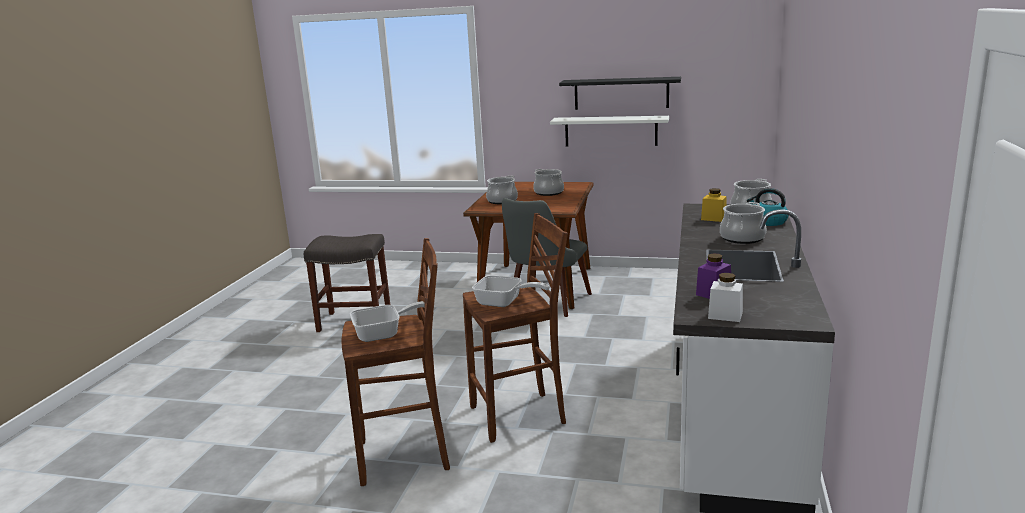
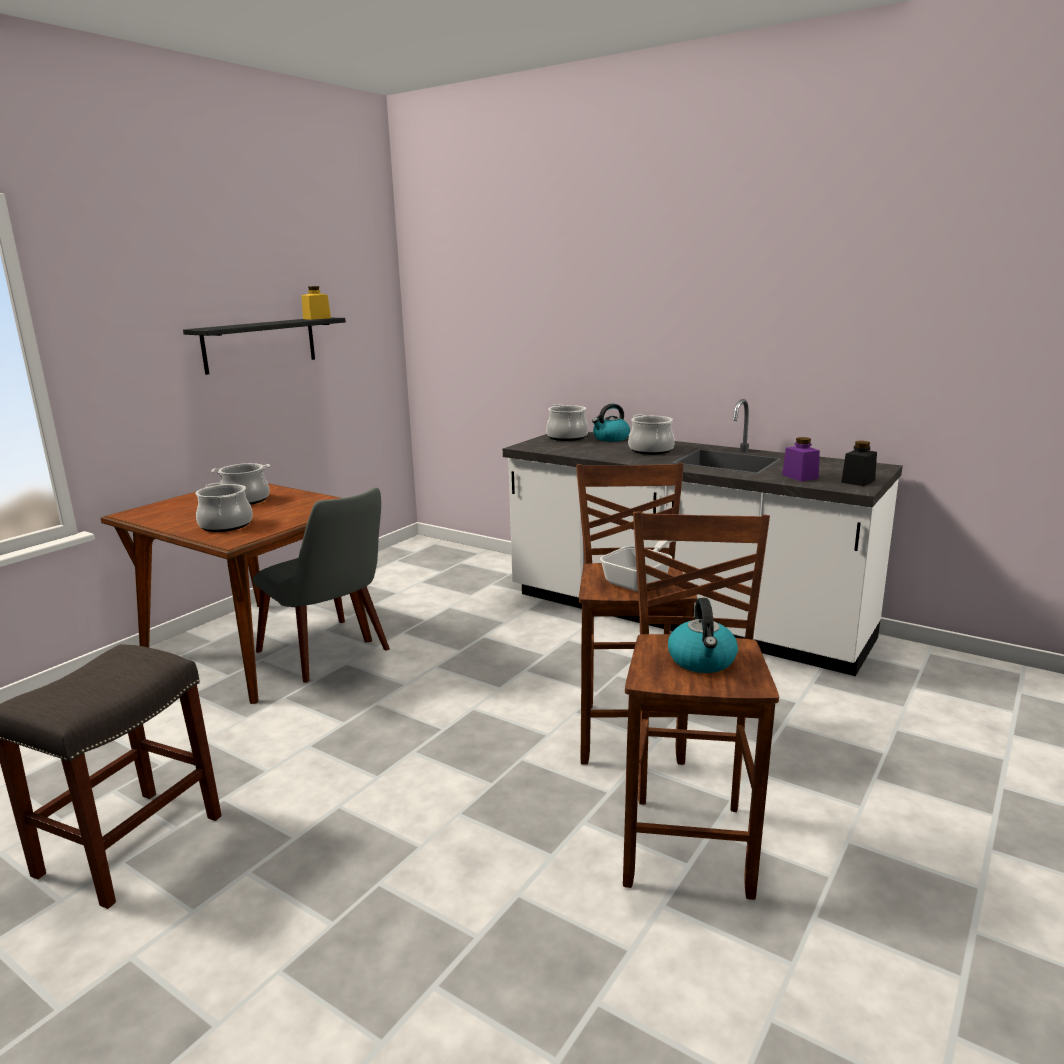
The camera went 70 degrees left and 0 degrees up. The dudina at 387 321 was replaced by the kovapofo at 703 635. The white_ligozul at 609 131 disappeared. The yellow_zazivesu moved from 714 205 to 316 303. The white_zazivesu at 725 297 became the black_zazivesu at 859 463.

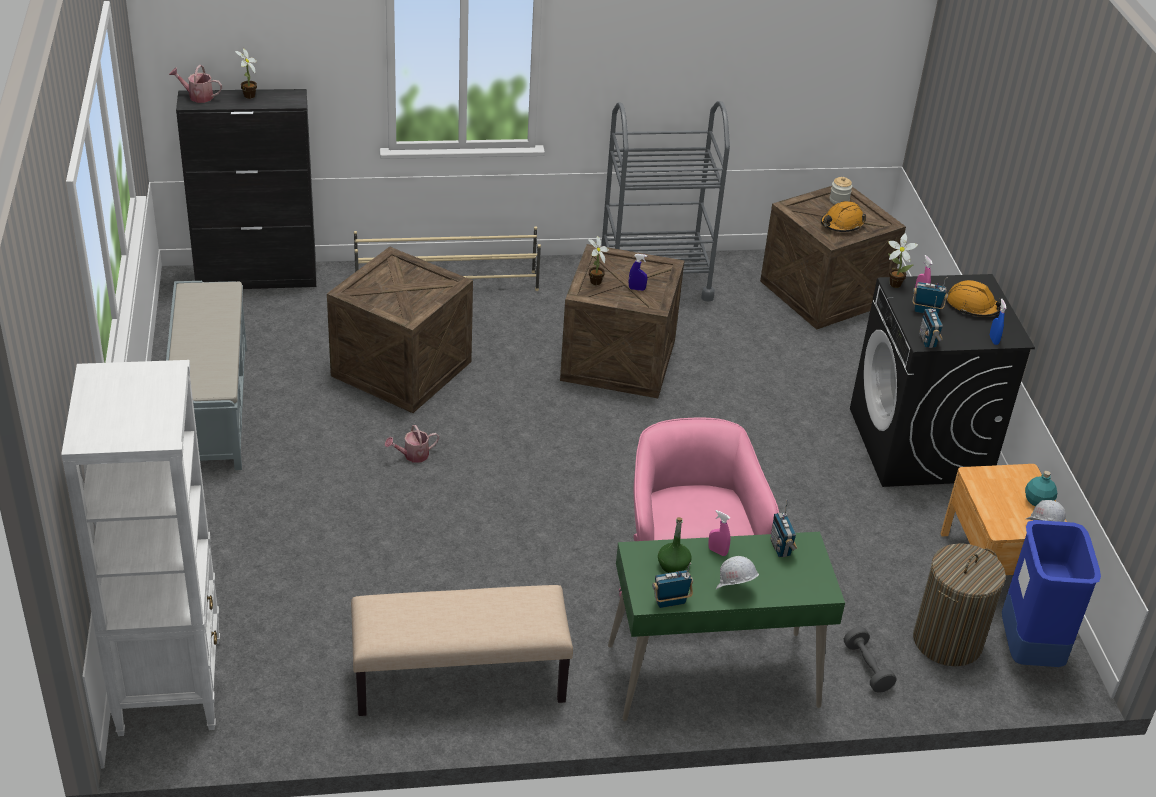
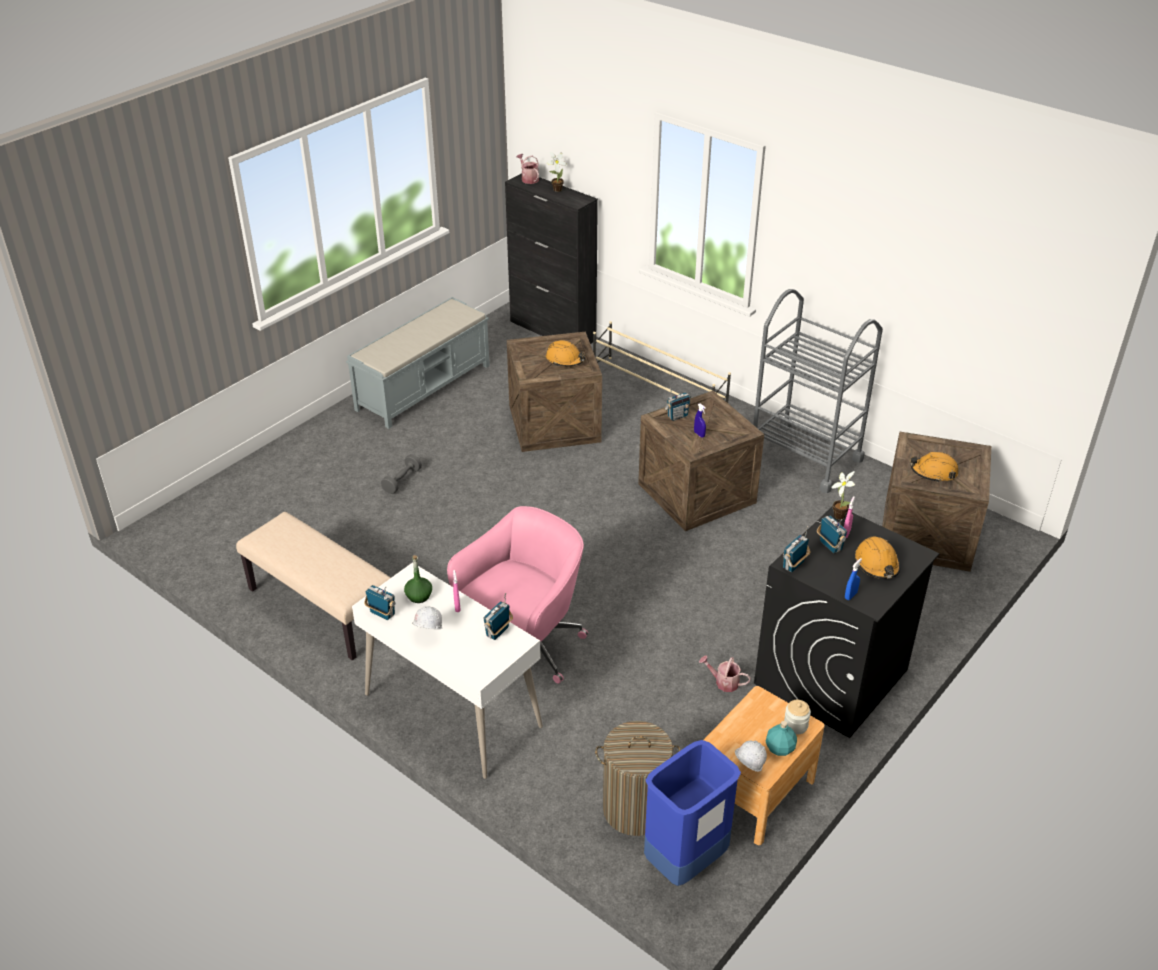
The camera went 50 degrees right and 0 degrees up. The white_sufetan at 140 548 disappeared. The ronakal moved from 412 444 to 725 674. The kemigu at 598 260 was replaced by the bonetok at 678 404. The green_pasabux at 726 626 became the white_pasabux at 447 670. The zazivesu moved from 841 190 to 797 717. The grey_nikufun moved from 870 660 to 401 474. The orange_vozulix at 566 353 appeared.

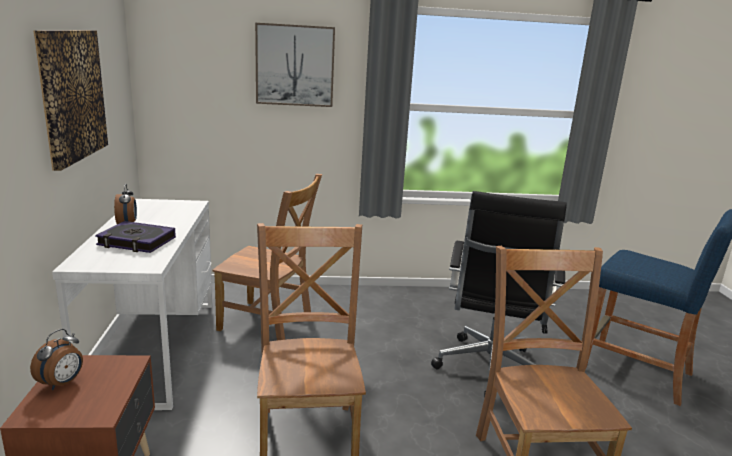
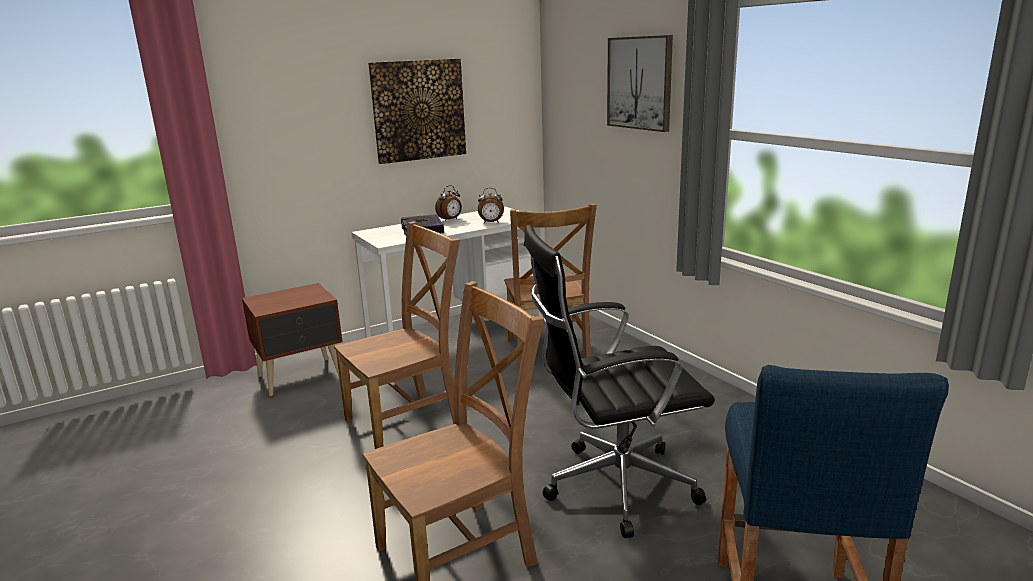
The camera went 65 degrees right and 0 degrees up. The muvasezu moved from 56 359 to 491 205.

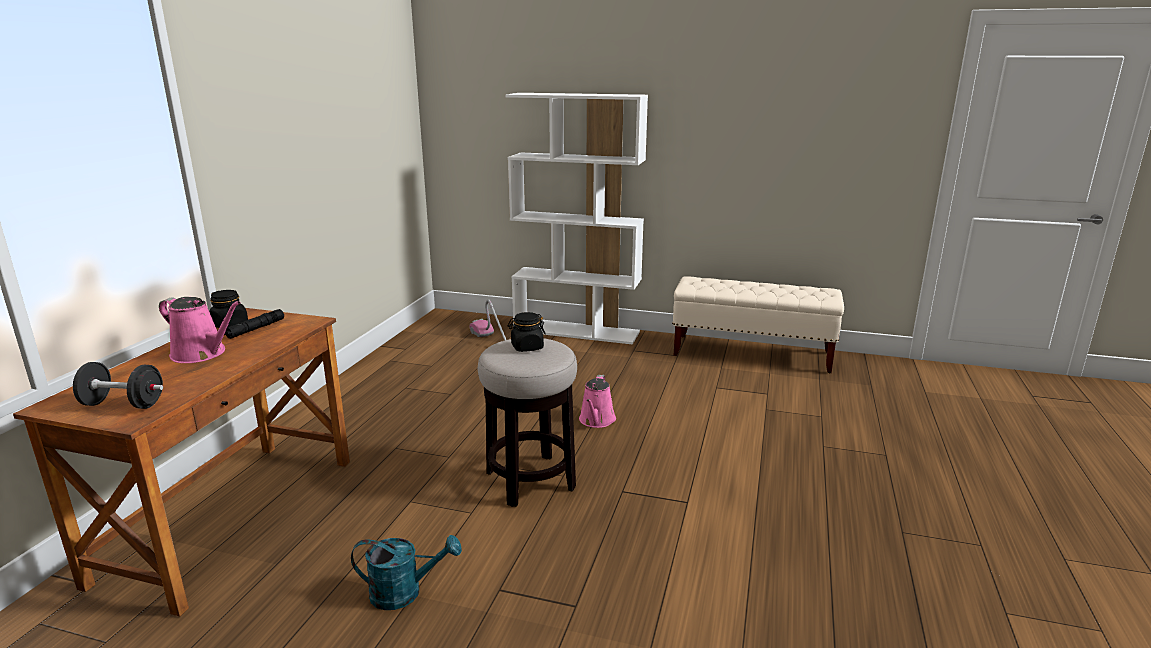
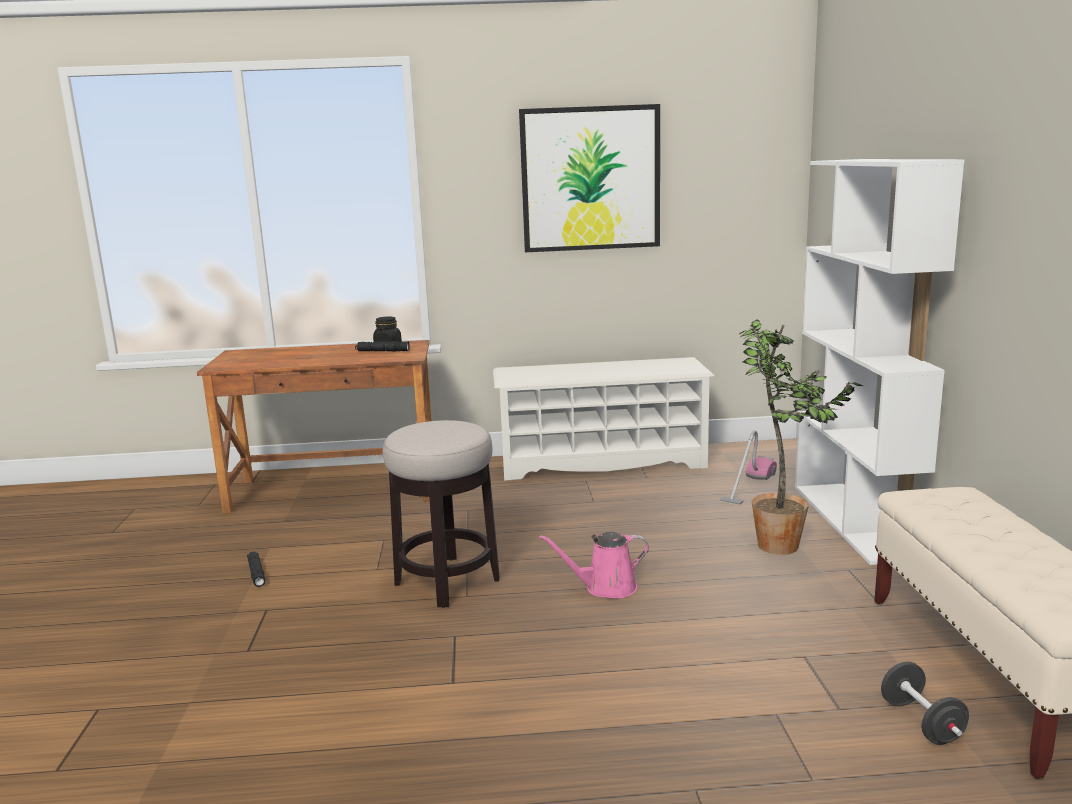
The camera went 70 degrees right and 5 degrees down. The black_nikufun moved from 118 385 to 925 703. The pink_ronakal at 200 330 disappeared. The turquoise_ronakal at 406 572 was replaced by the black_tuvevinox at 256 569. The black_zazivesu at 526 332 disappeared. The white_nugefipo at 603 419 appeared. The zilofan at 589 178 appeared. The kemigu at 801 437 appeared.

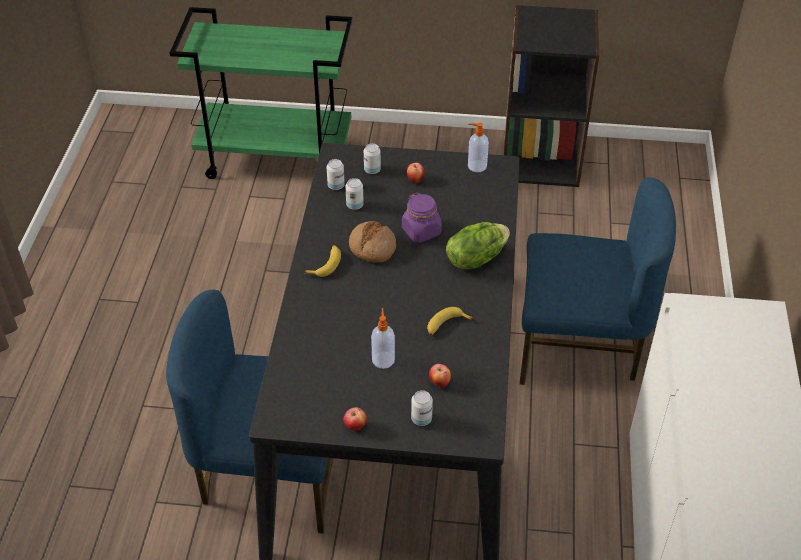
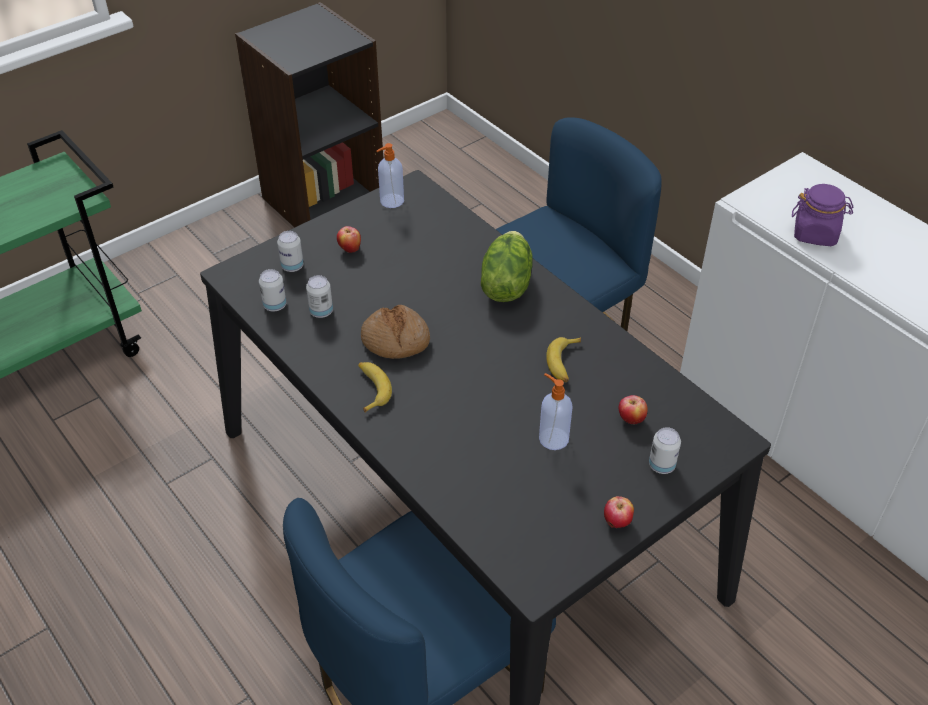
The camera went 45 degrees left and 0 degrees up. The purple_zazivesu moved from 422 217 to 822 215.

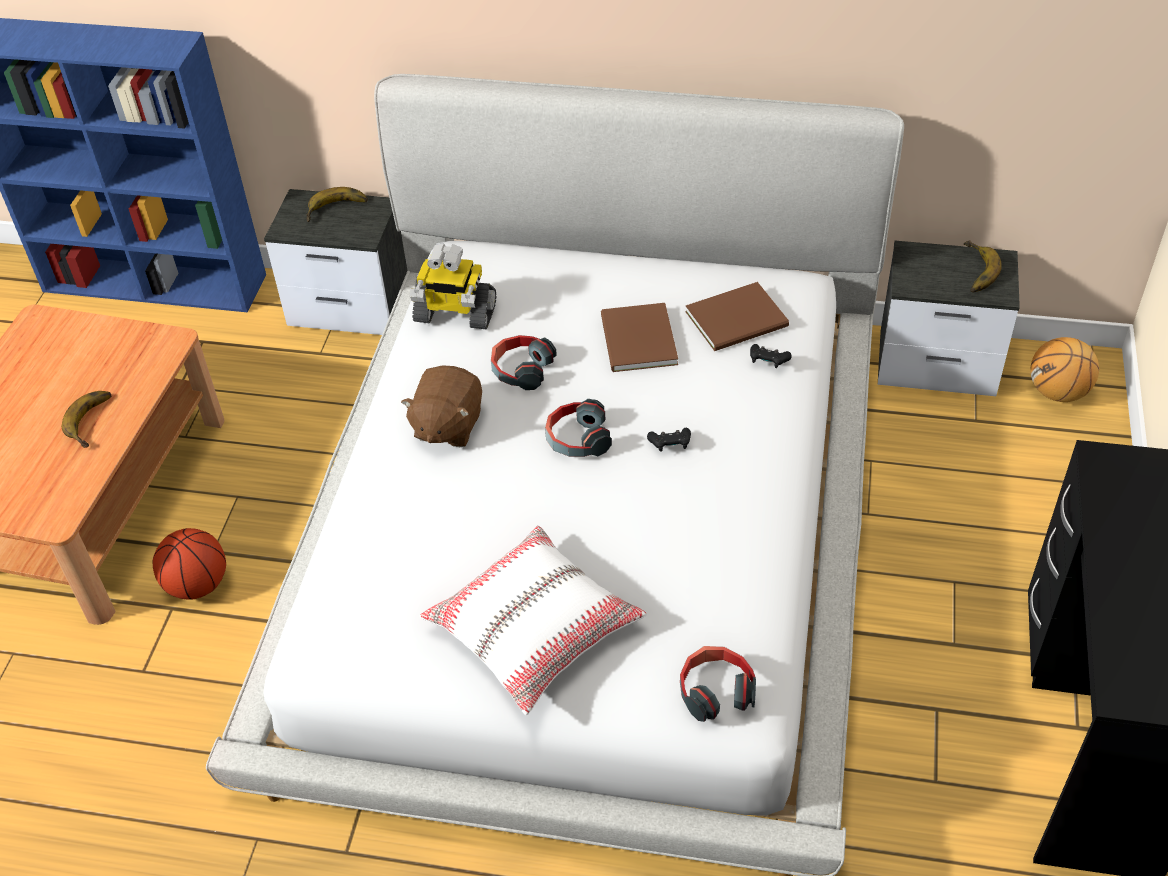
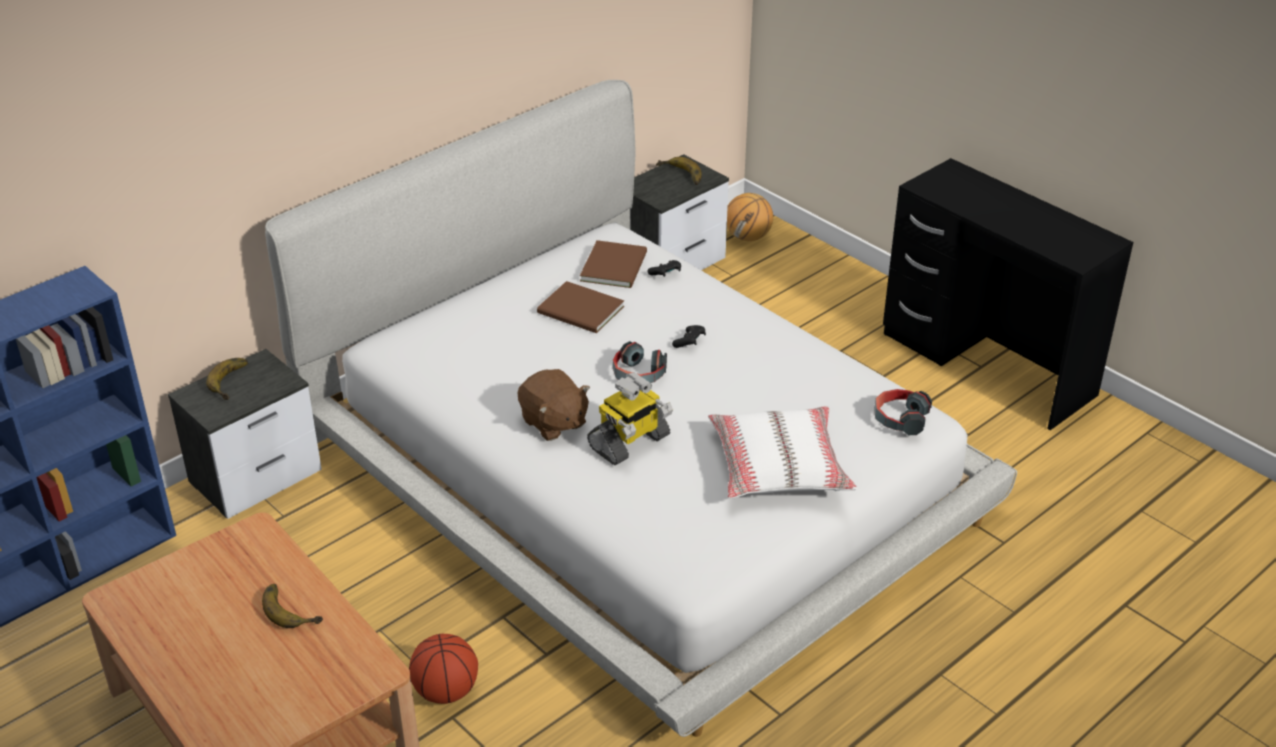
The camera went 55 degrees left and 10 degrees down. The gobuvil moved from 453 286 to 630 419. The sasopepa at 524 362 disappeared.

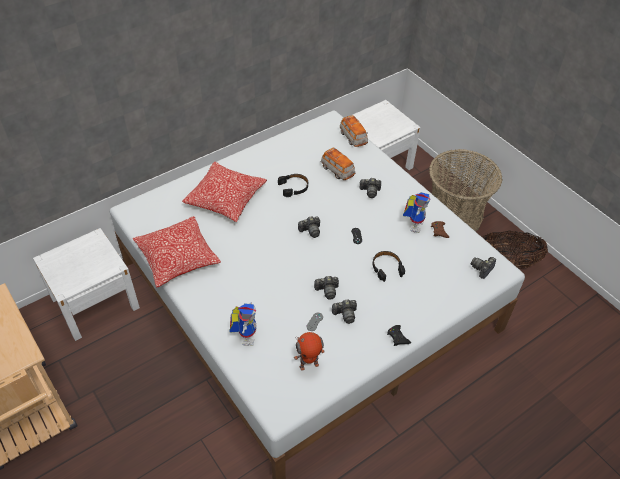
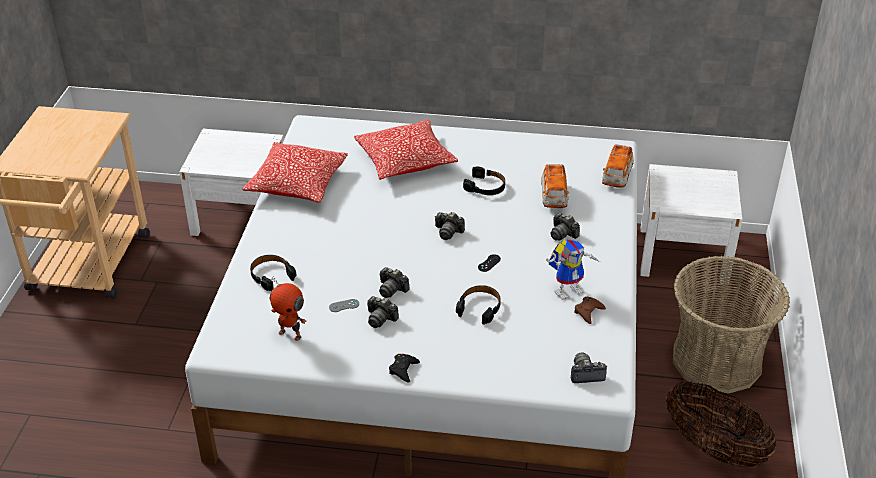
The camera went 45 degrees right and 10 degrees down. The gobuvil at 243 324 was replaced by the black_sasopepa at 273 273.

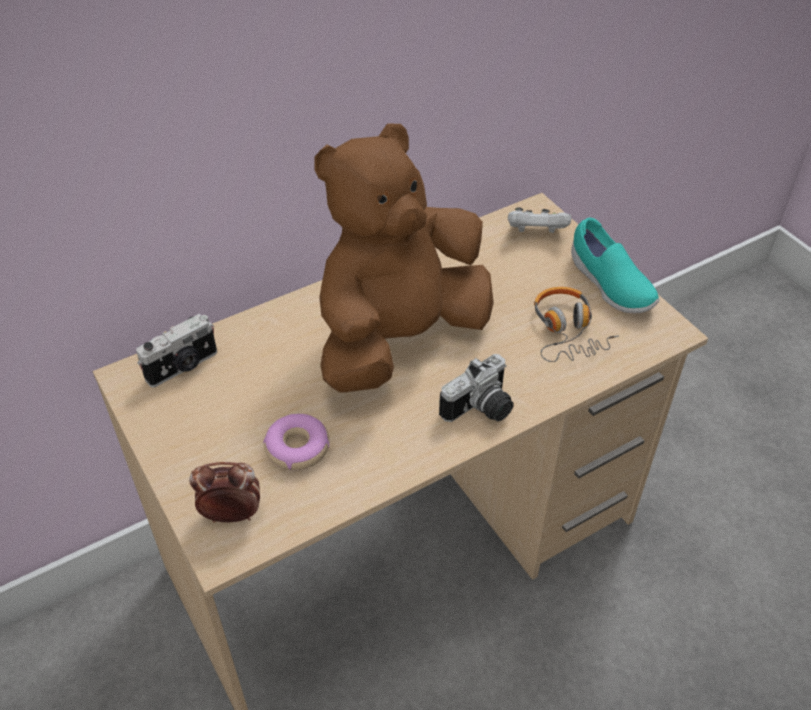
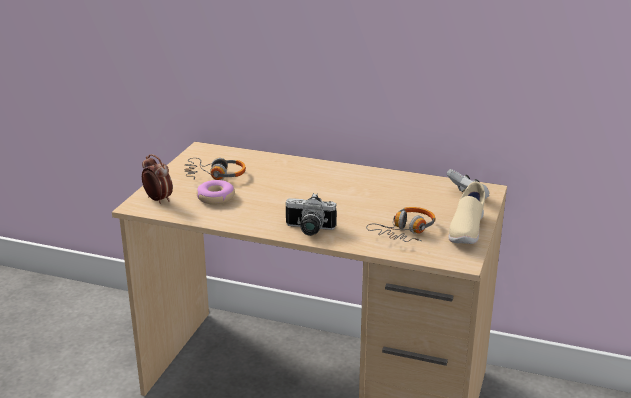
The camera went 50 degrees right and 20 degrees down. The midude at 176 351 disappeared. The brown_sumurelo at 404 258 disappeared. The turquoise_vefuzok at 615 265 became the beige_vefuzok at 466 213. The sasopepa at 215 169 appeared.

